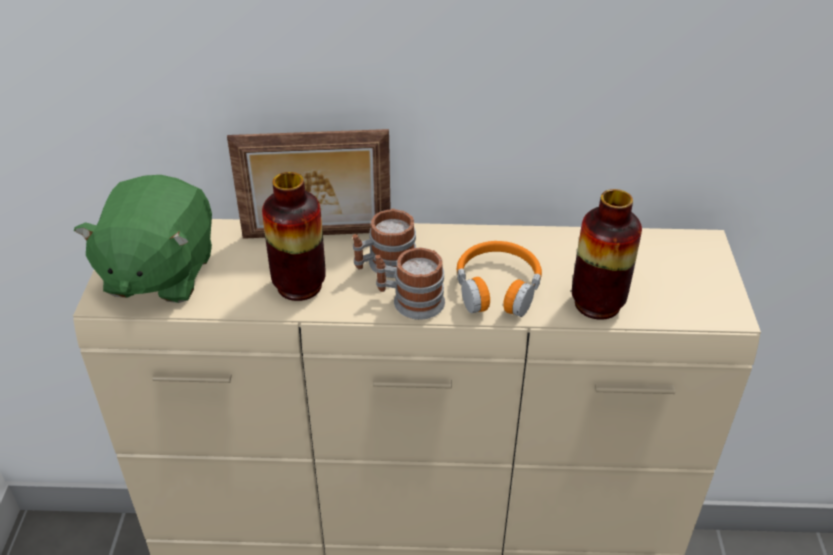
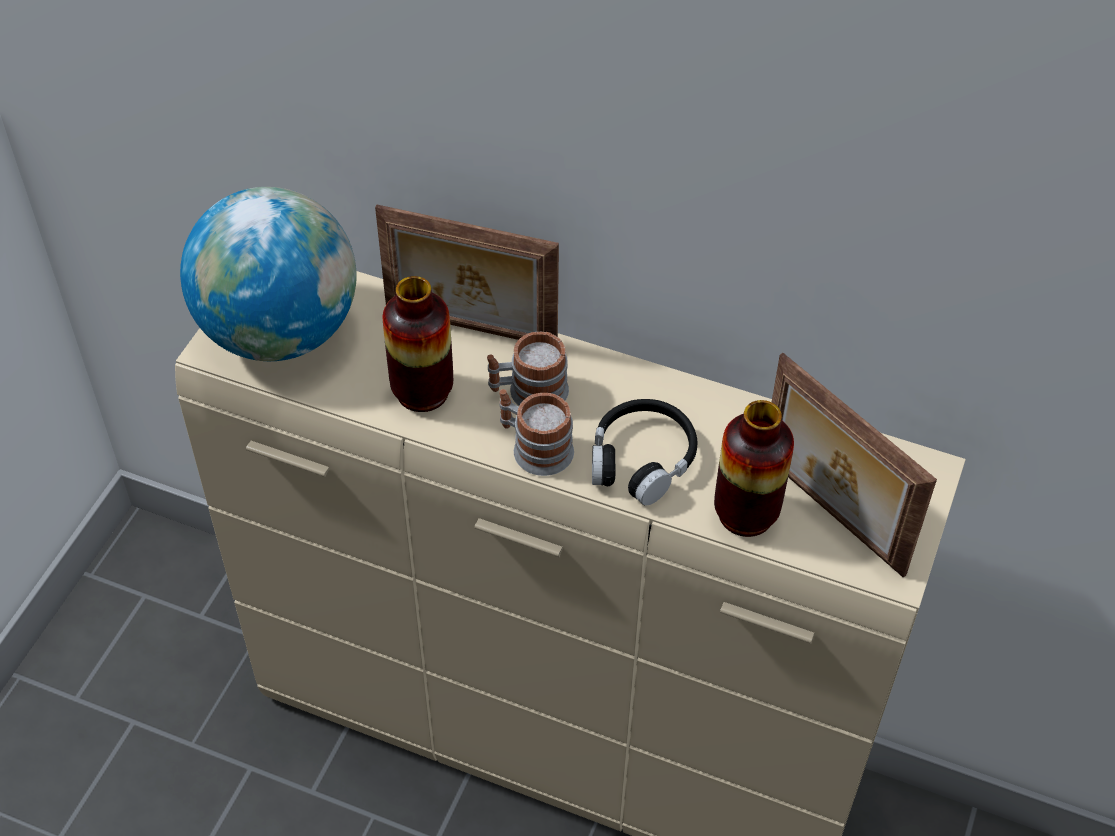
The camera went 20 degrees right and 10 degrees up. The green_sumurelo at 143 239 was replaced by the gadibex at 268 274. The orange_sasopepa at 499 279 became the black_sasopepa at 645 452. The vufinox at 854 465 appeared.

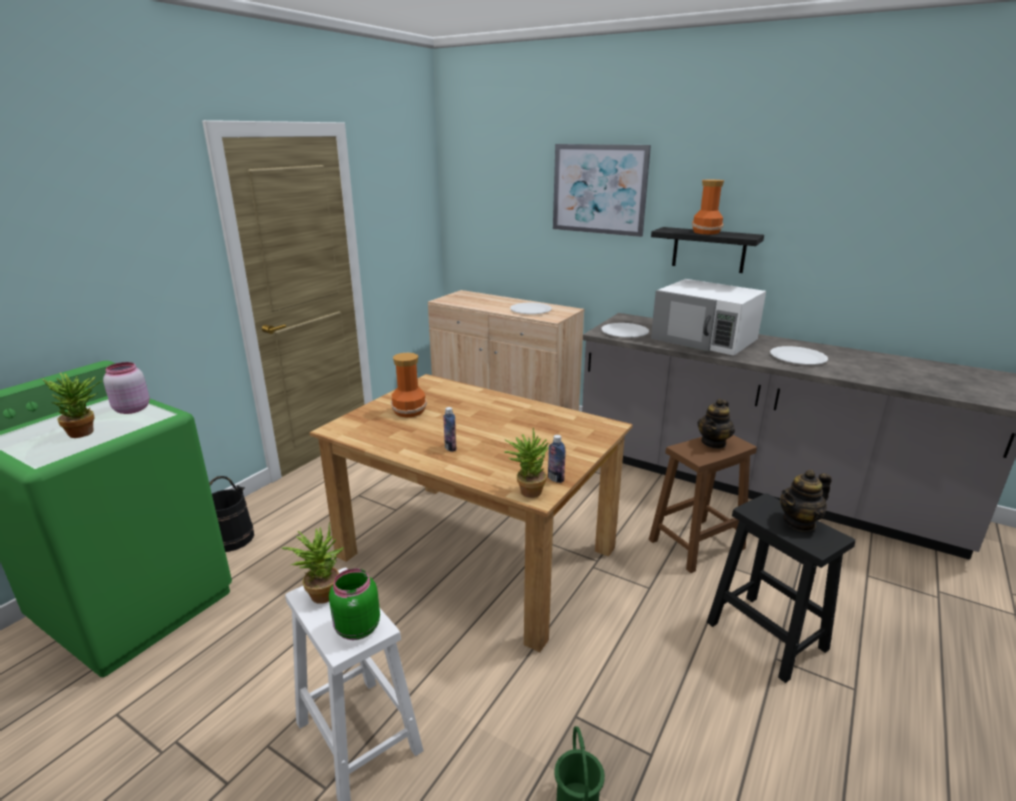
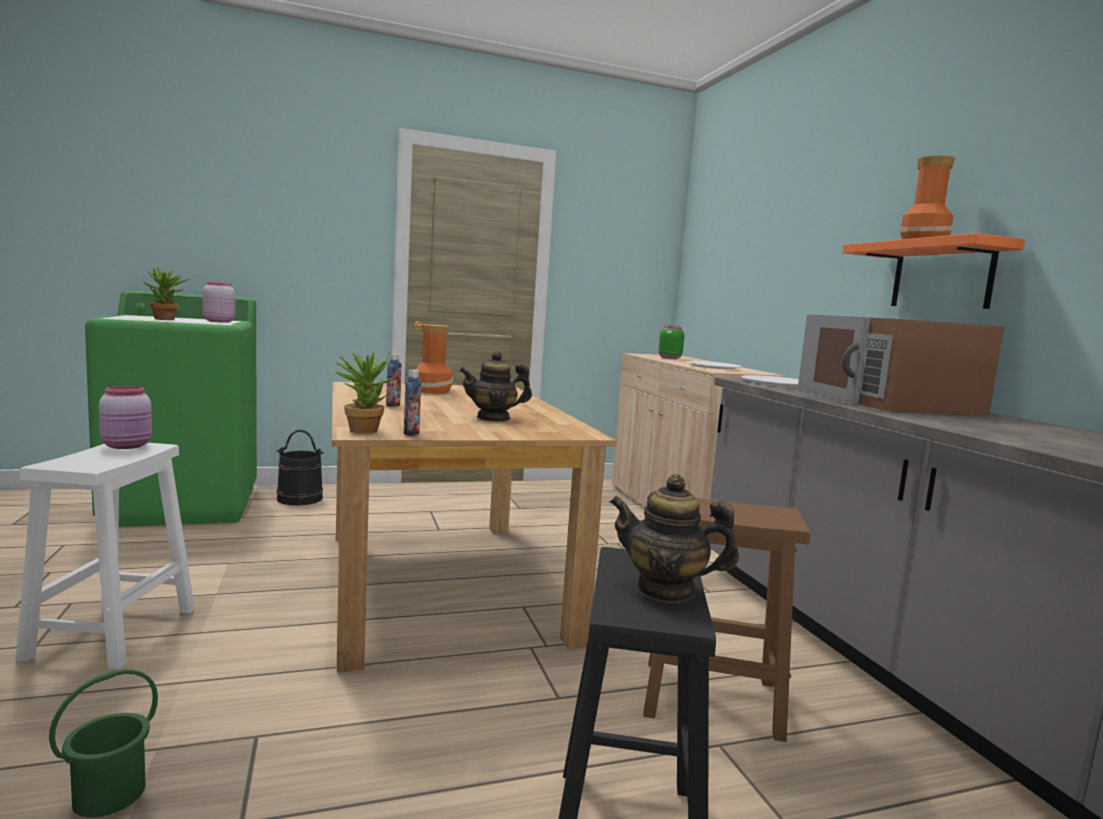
The camera went 40 degrees right and 15 degrees down. The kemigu at 313 563 was replaced by the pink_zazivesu at 125 417. The green_zazivesu moved from 354 604 to 671 342. The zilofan at 602 190 disappeared. The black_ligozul at 707 250 became the orange_ligozul at 933 271. The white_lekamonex at 708 317 became the brown_lekamonex at 900 364. The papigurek moved from 716 424 to 495 386. The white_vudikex at 799 355 disappeared.

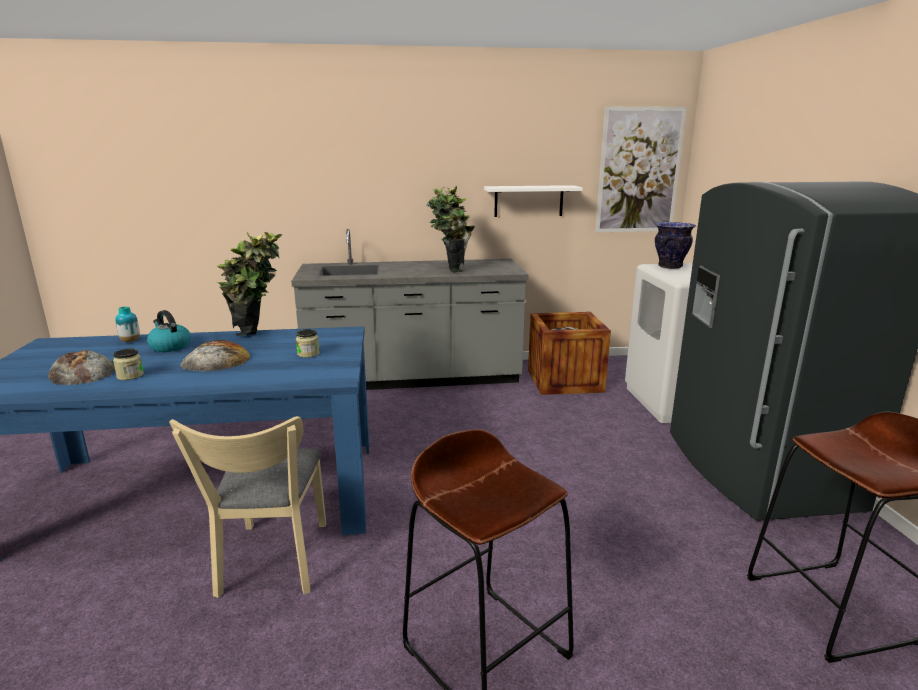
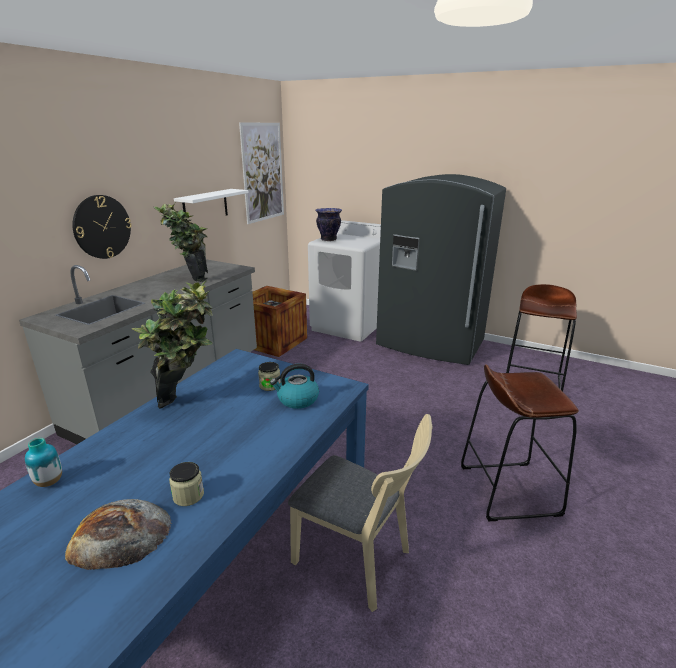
The camera went 55 degrees left and 5 degrees up. The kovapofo moved from 169 331 to 294 386. The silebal at 215 355 disappeared. The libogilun at 102 227 appeared.

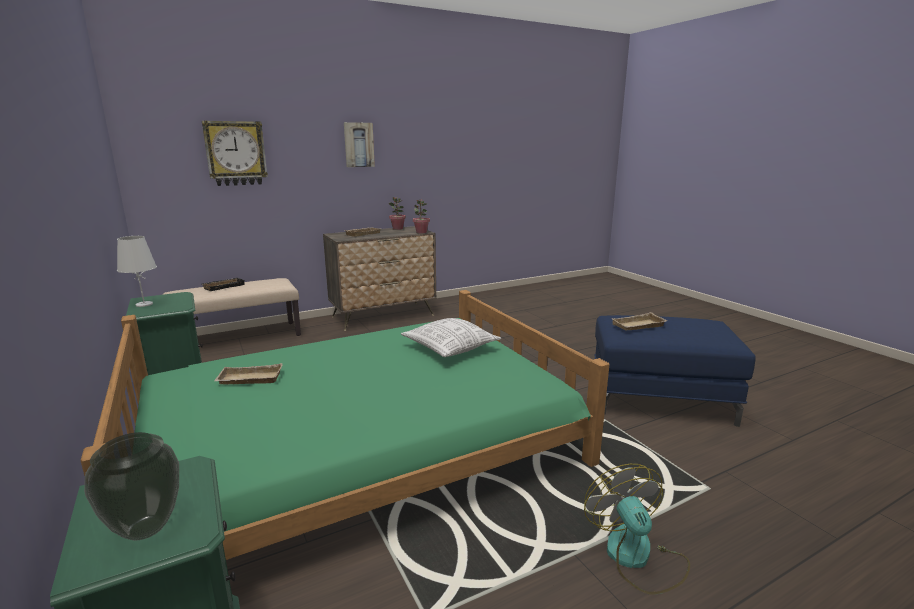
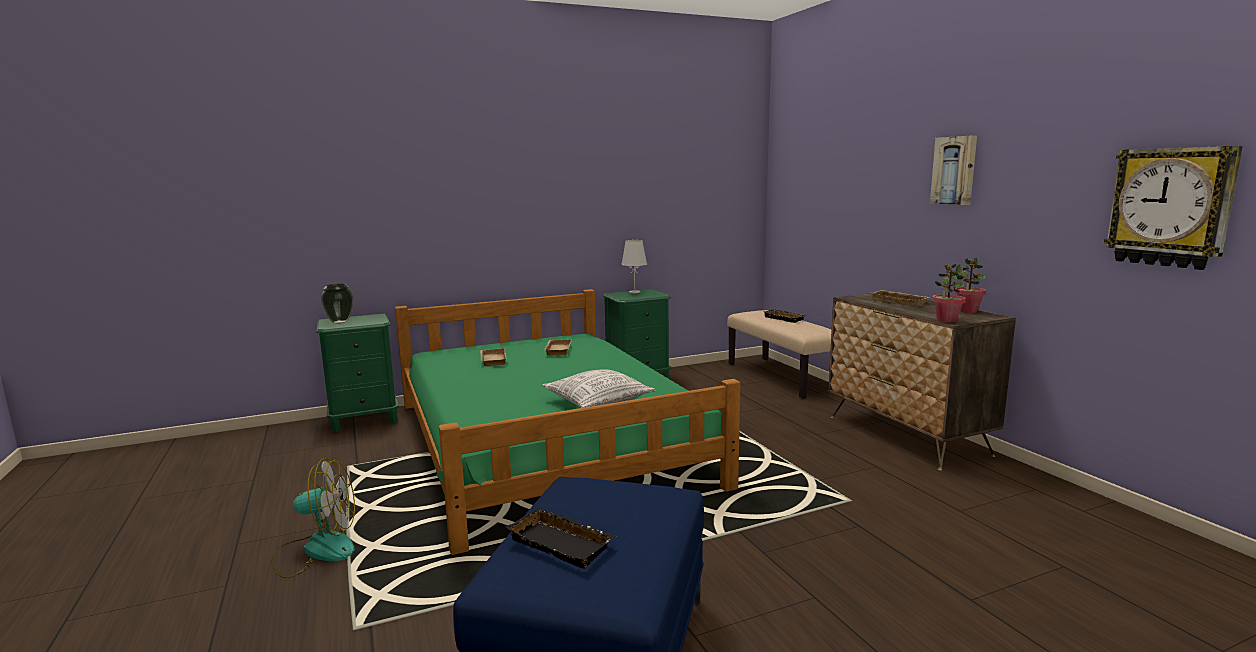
The camera went 95 degrees right and 5 degrees down. The libogilun moved from 235 153 to 1173 208. The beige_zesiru moved from 639 321 to 493 357. The black_zesiru at 561 538 appeared.

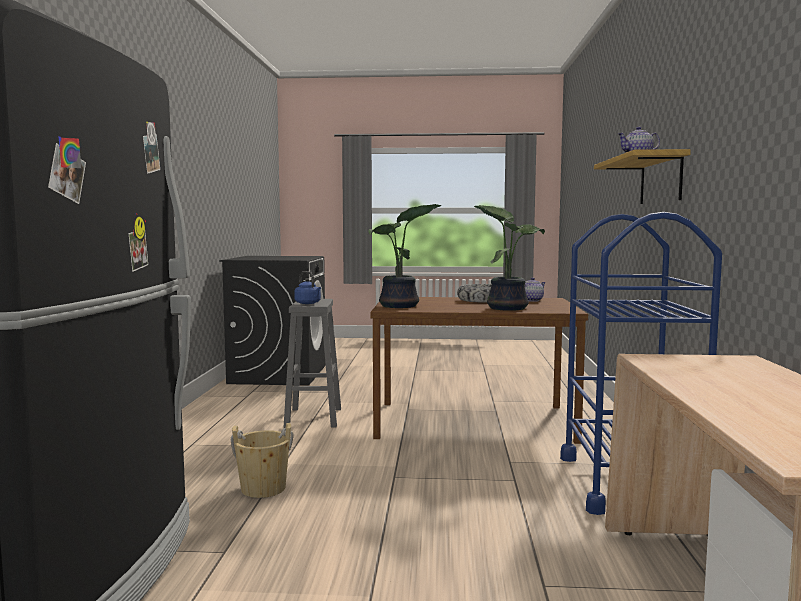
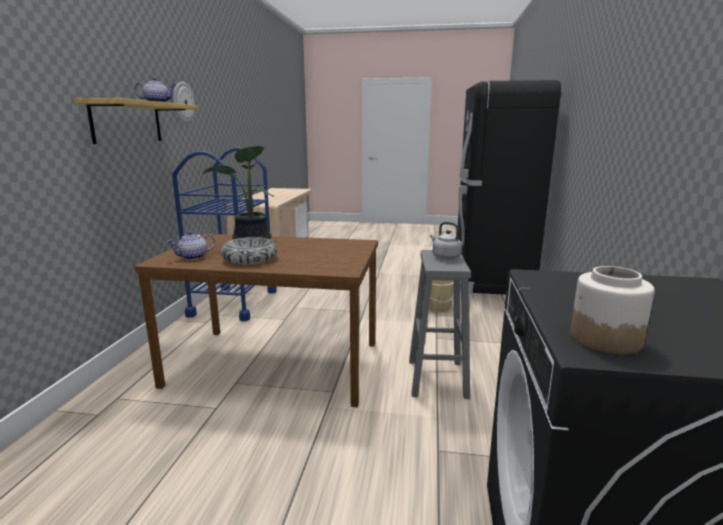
The camera went 175 degrees left and 10 degrees up. The blue_kovapofo at 307 287 became the grey_kovapofo at 446 240. The kemigu at 405 256 disappeared. The libogilun at 184 102 appeared. The zazivesu at 612 310 appeared.

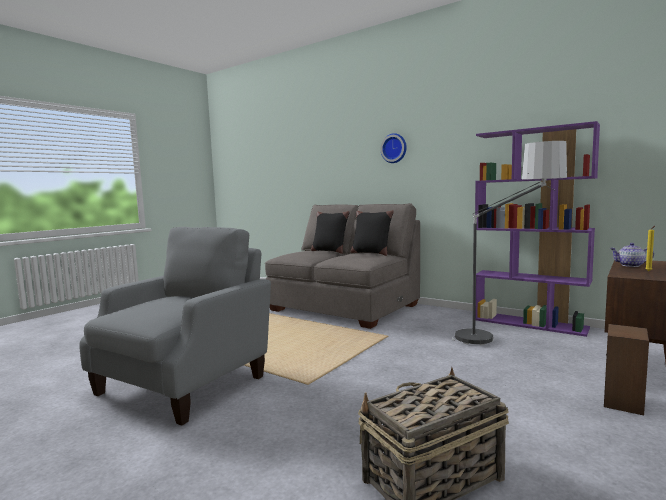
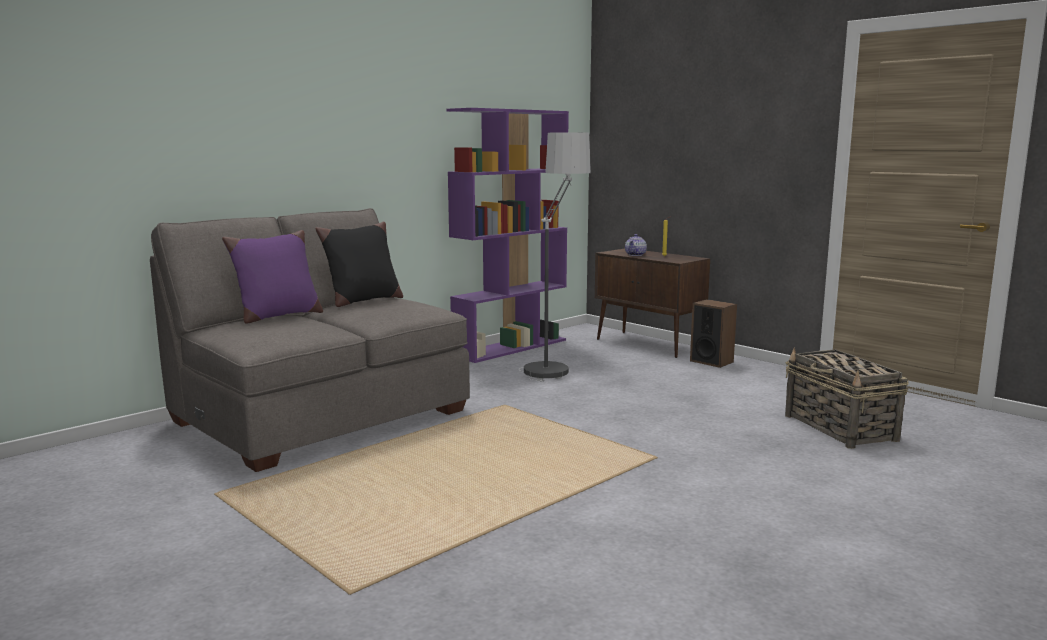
The camera went 80 degrees left and 5 degrees up. The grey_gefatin at 175 326 disappeared. The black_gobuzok at 330 232 became the purple_gobuzok at 272 277. The libogilun at 394 148 disappeared.

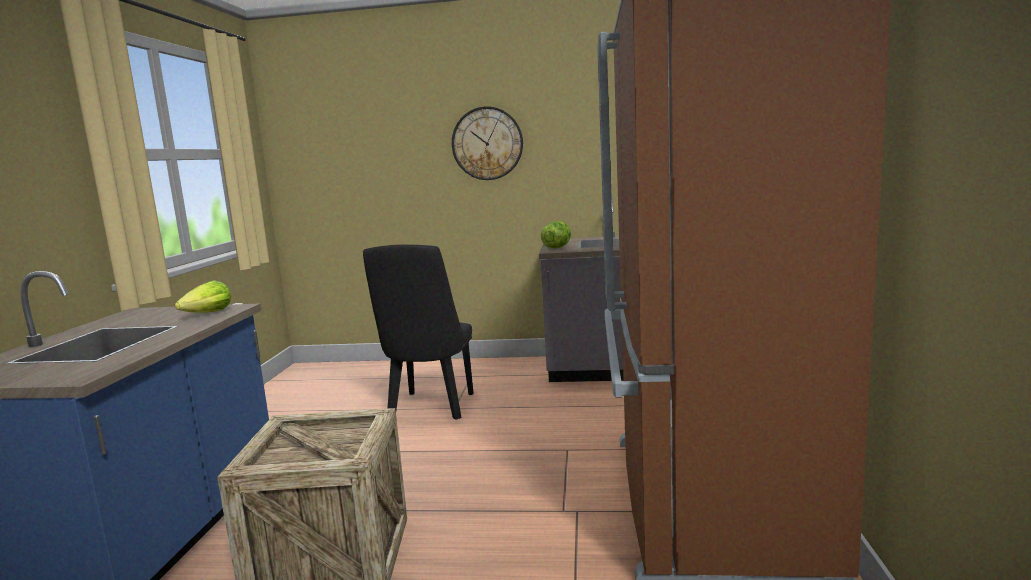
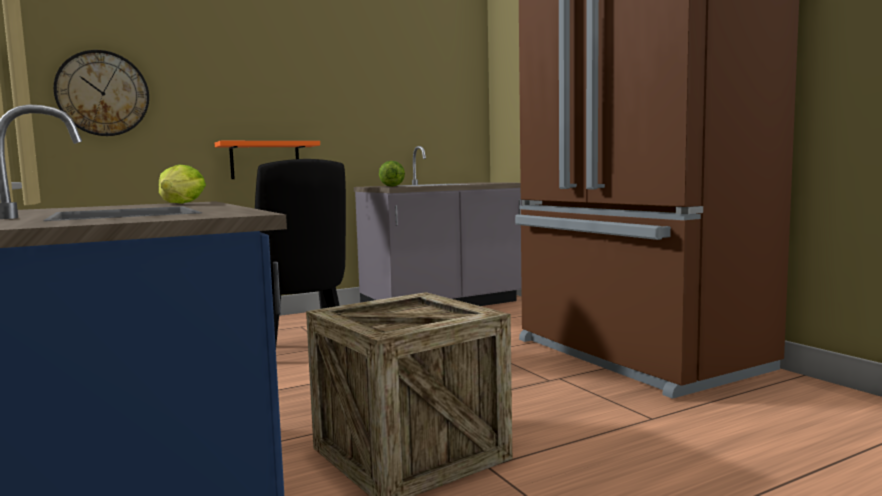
The camera went 35 degrees left and 5 degrees down. The libogilun moved from 487 143 to 101 93. The orange_ligozul at 267 160 appeared.

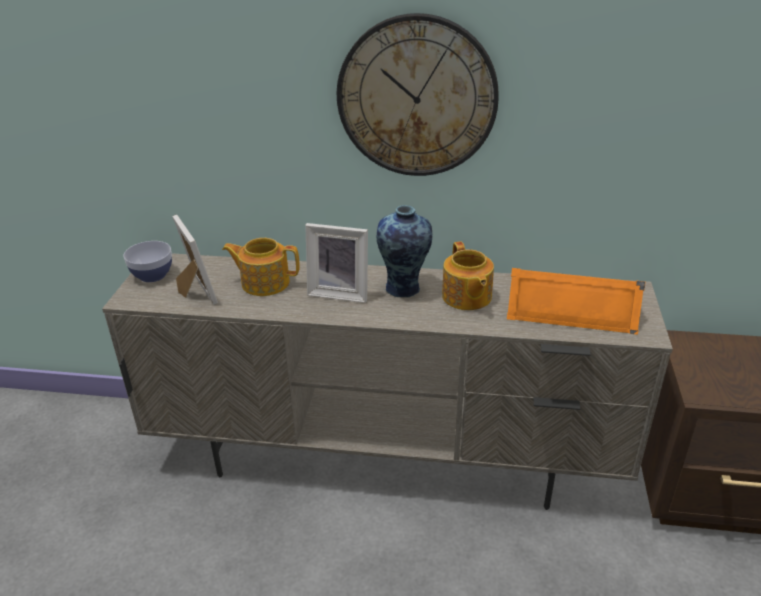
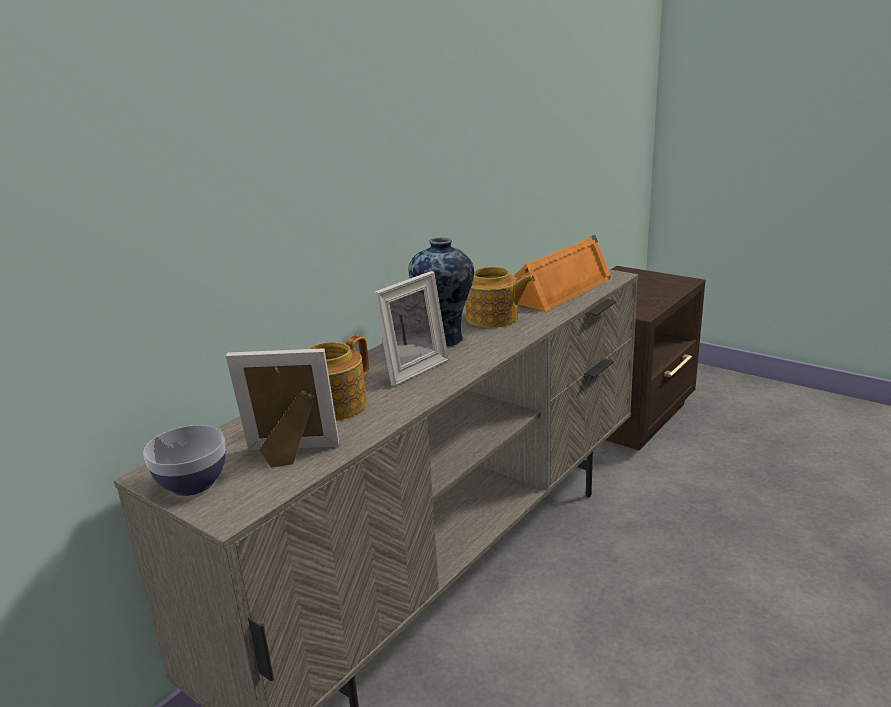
The camera went 60 degrees left and 10 degrees down. The libogilun at 418 94 disappeared.

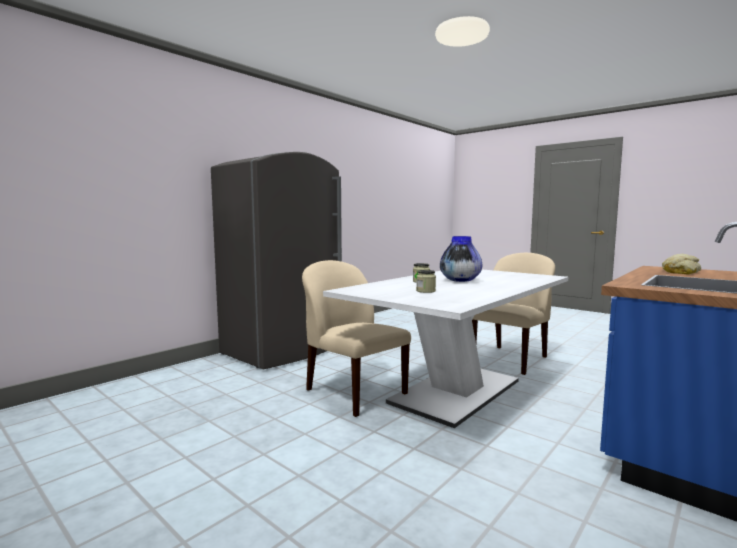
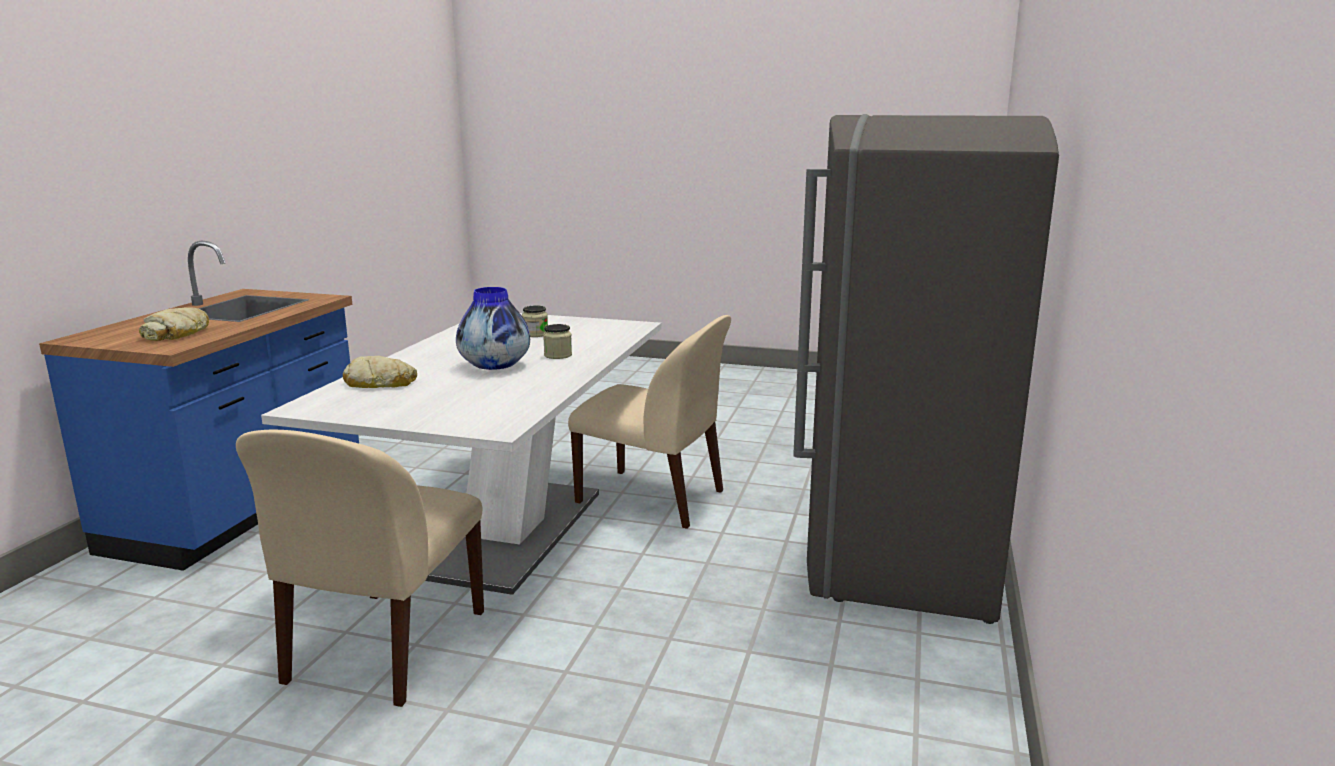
The camera went 155 degrees right and 10 degrees up. The silebal at 380 372 appeared.

